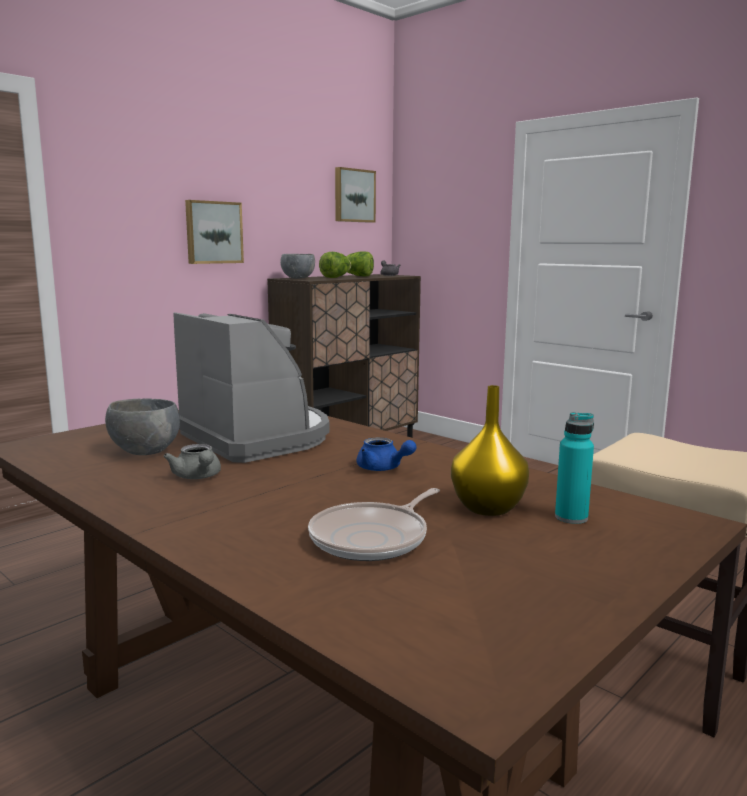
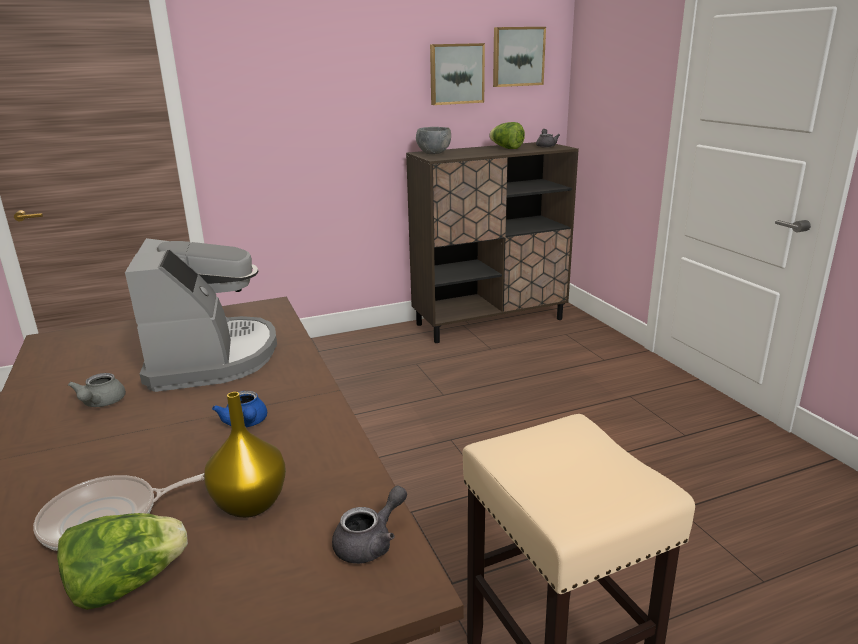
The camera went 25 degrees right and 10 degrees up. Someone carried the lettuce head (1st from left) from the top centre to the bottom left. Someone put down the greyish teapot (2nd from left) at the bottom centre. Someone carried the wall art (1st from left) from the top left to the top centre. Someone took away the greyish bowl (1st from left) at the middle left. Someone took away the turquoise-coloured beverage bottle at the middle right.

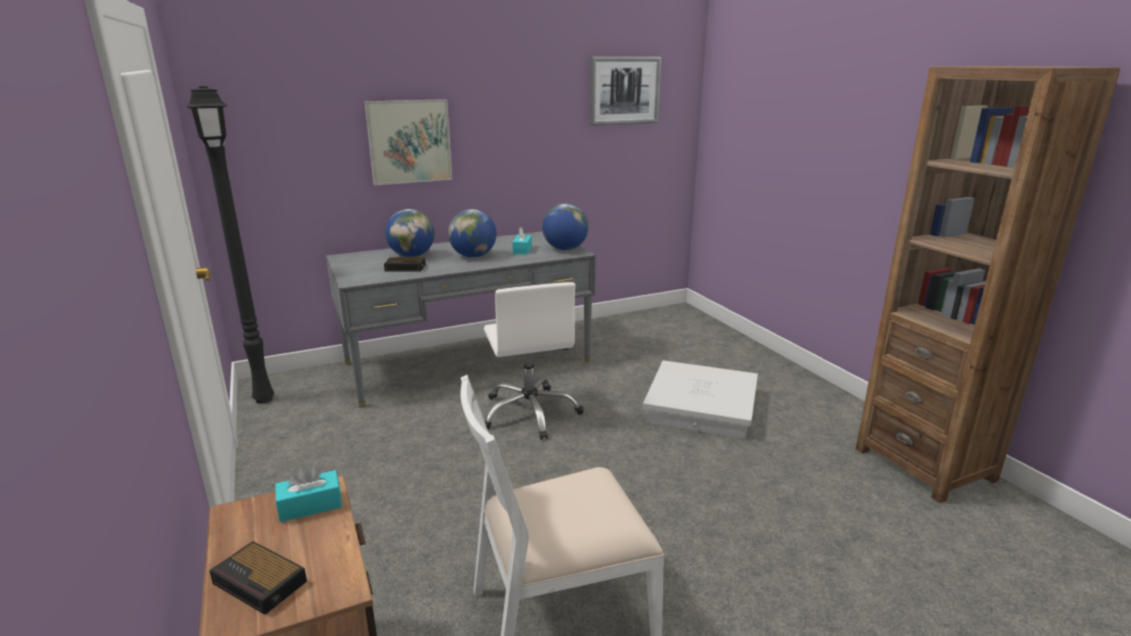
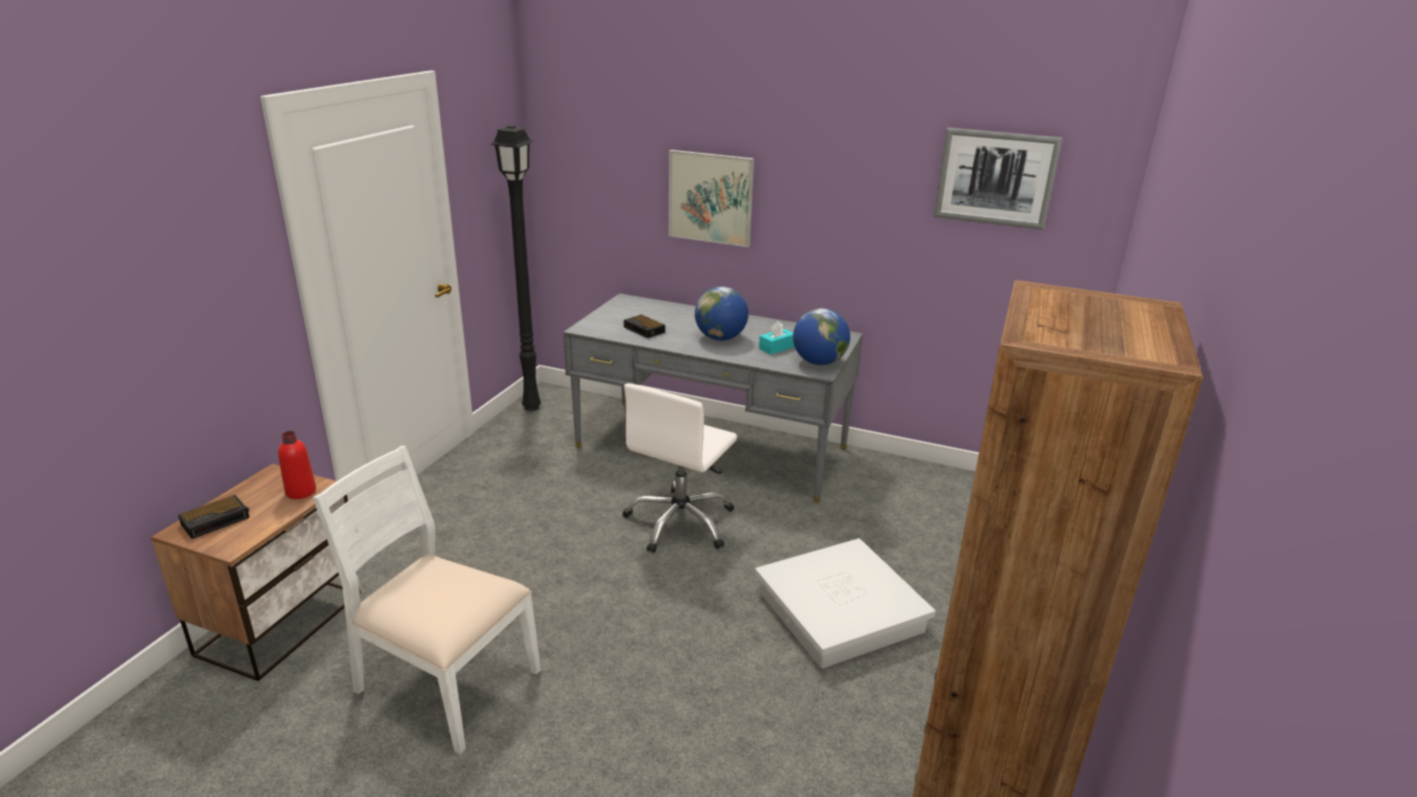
The camera went 45 degrees right and 5 degrees up. Someone rotated the alarm clock (1st from left) at the bottom left by 120 degrees counterclockwise. Someone swapped the turquoise-coloured tissue holder (1st from left) at the bottom left for the reddish beverage bottle at the middle left. Someone took away the world globe (1st from left) at the centre.

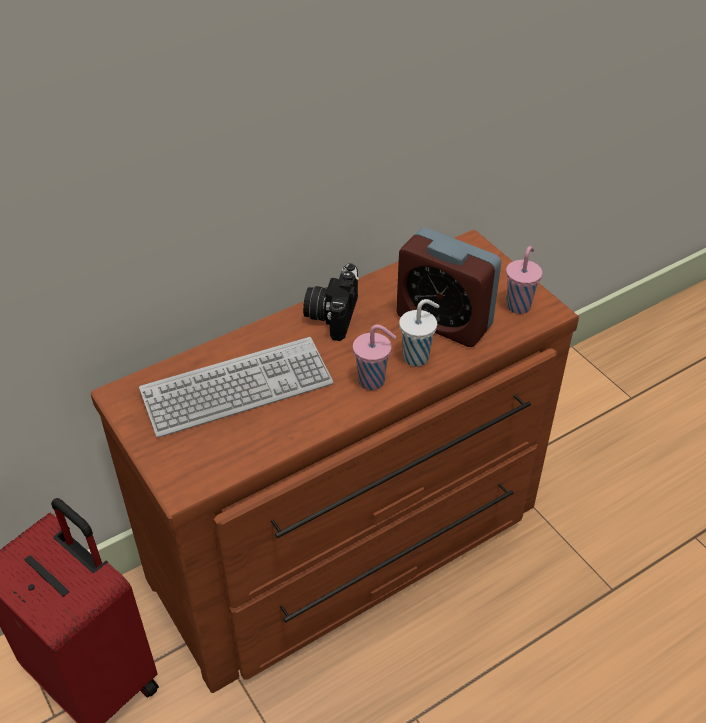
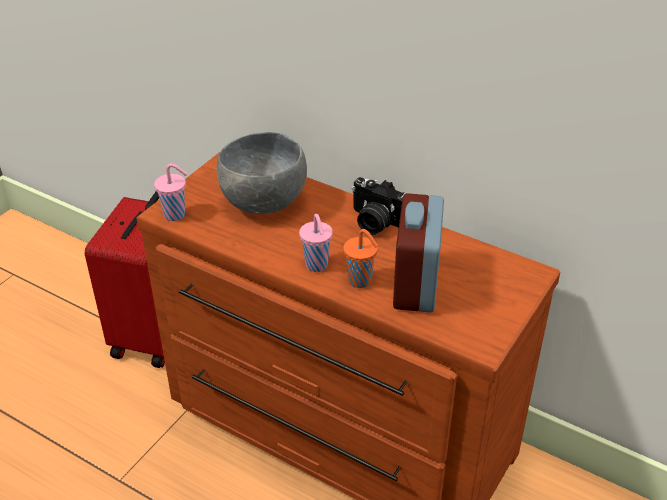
The camera went 65 degrees right and 5 degrees down. Someone carried the pink small cup (2nd from left in the first image) from the middle right to the middle left. Someone swapped the computer keyboard at the centre for the greyish bowl at the centre. Someone repainted the whitish small cup at the centre, which became the orange small cup at the centre. Someone rotated the still camera at the centre by 135 degrees counterclockwise.

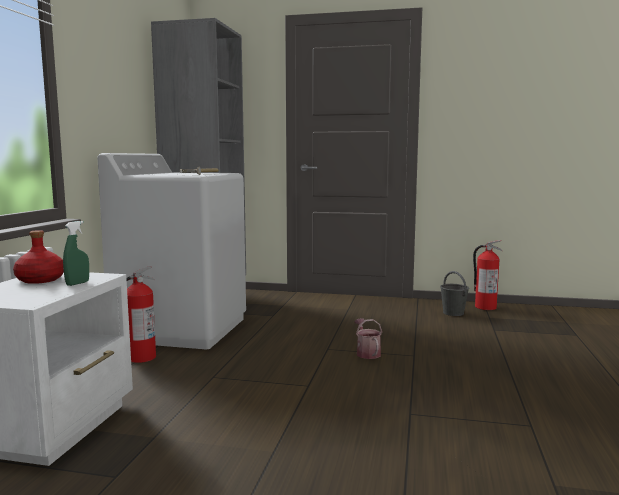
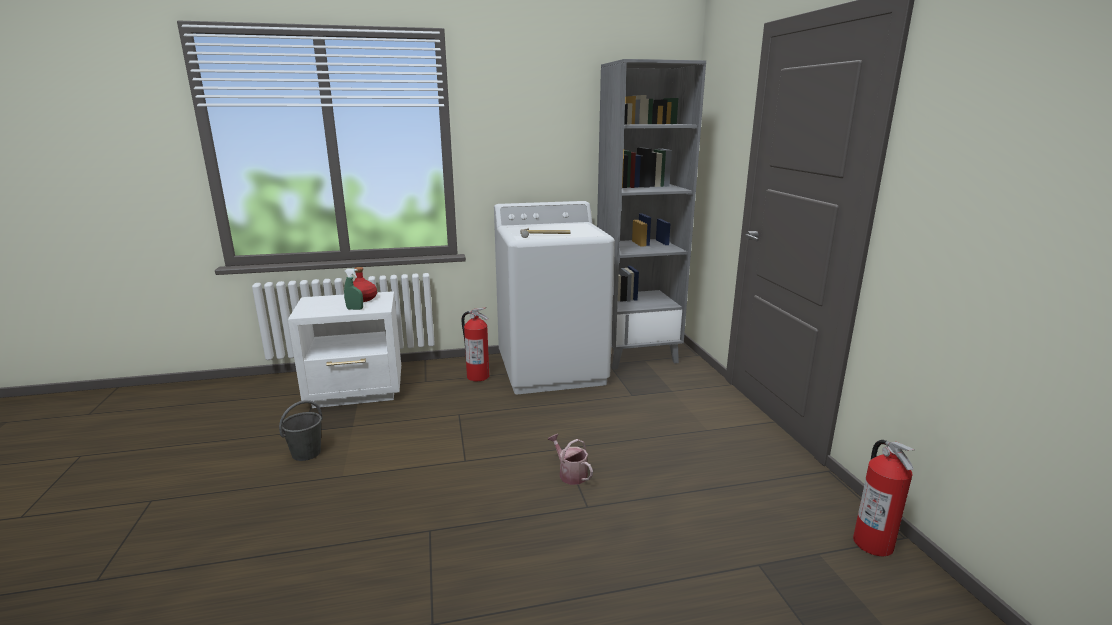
The camera went 65 degrees right and 10 degrees up. Someone carried the greyish water bucket from the middle right to the bottom left. Someone rotated the watering can at the bottom centre by 90 degrees counterclockwise.

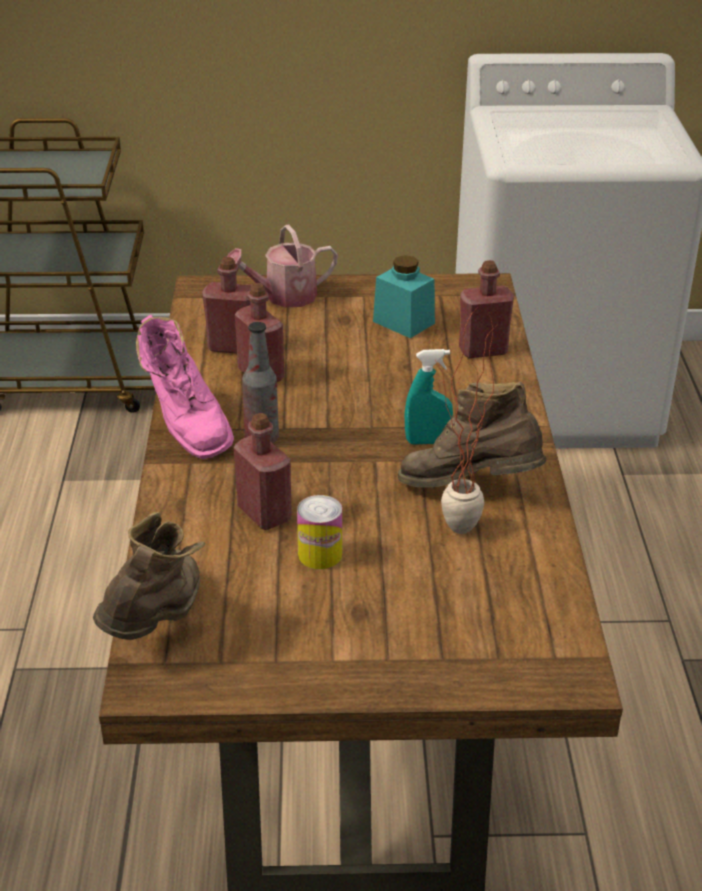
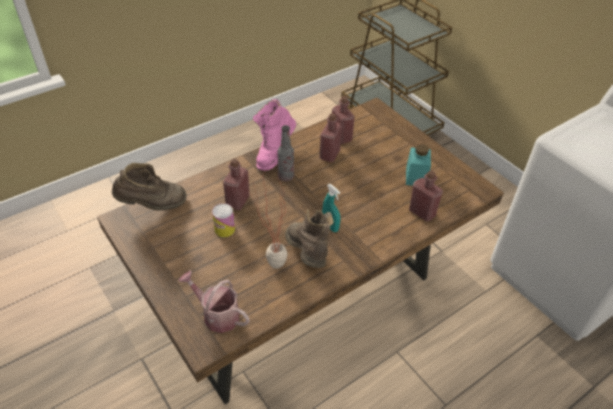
The camera went 55 degrees right and 10 degrees up. Someone carried the watering can from the top centre to the bottom centre.

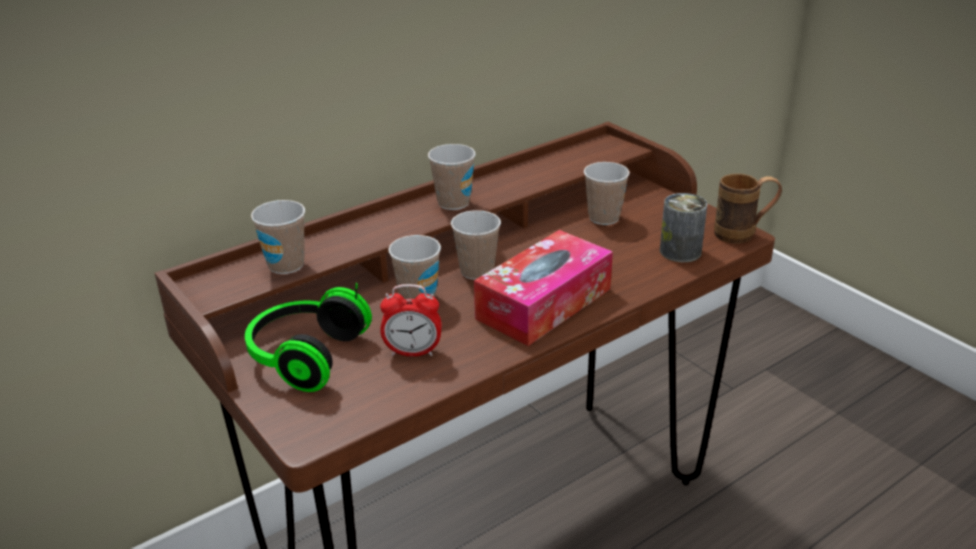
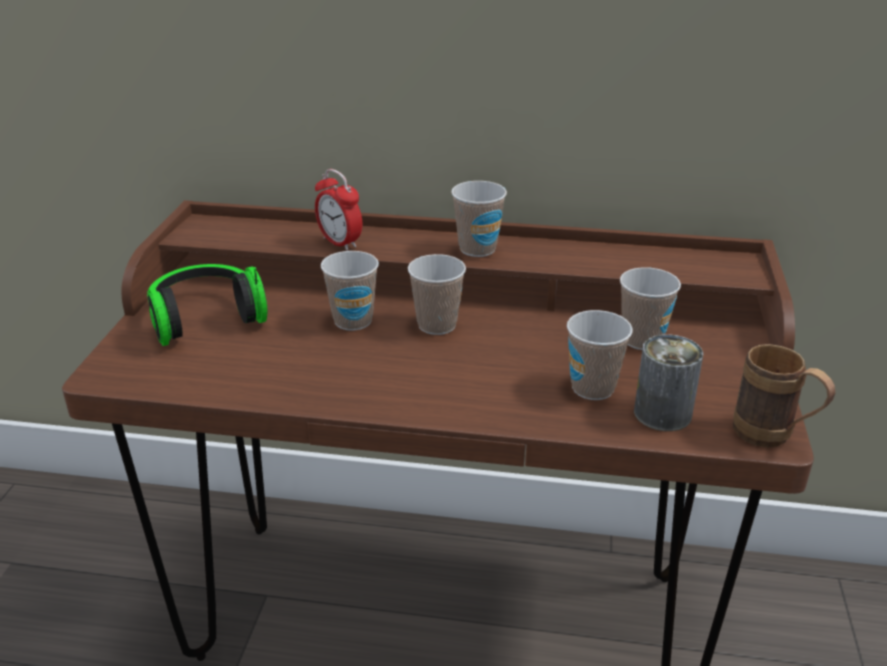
The camera went 45 degrees right and 0 degrees up. Someone carried the alarm clock from the centre to the top centre. Someone carried the small cup (1st from left in the first image) from the middle left to the middle right. Someone took away the tissue holder at the centre.

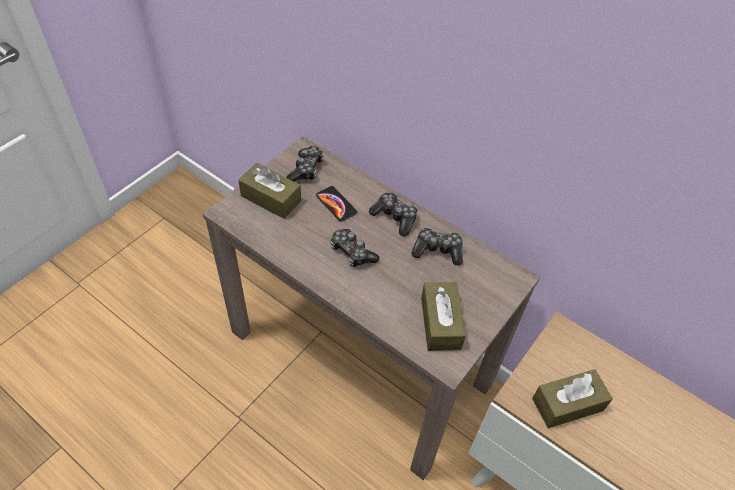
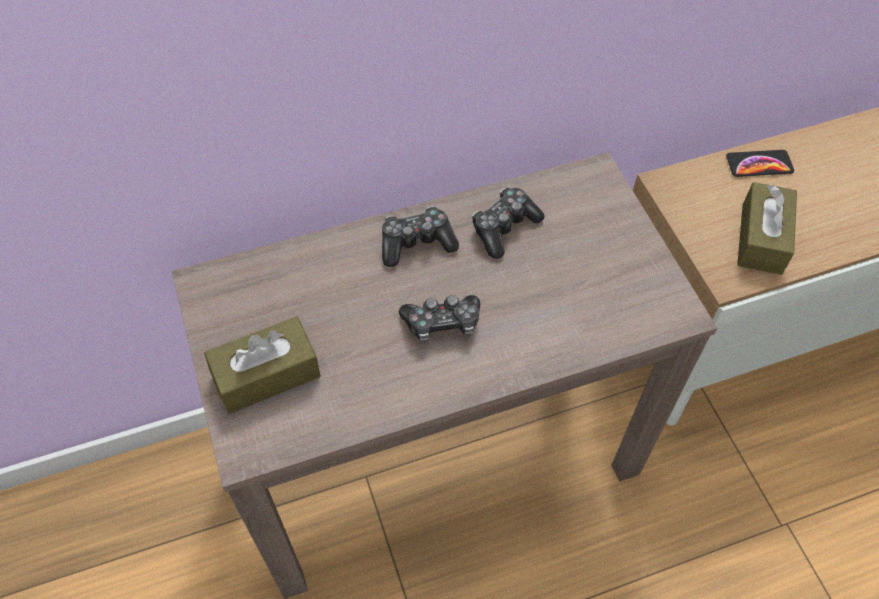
The camera went 55 degrees left and 5 degrees up. Someone carried the handset from the centre to the top right. Someone took away the joypad (1st from left) at the centre. Someone took away the brownish tissue holder (2nd from left) at the centre.

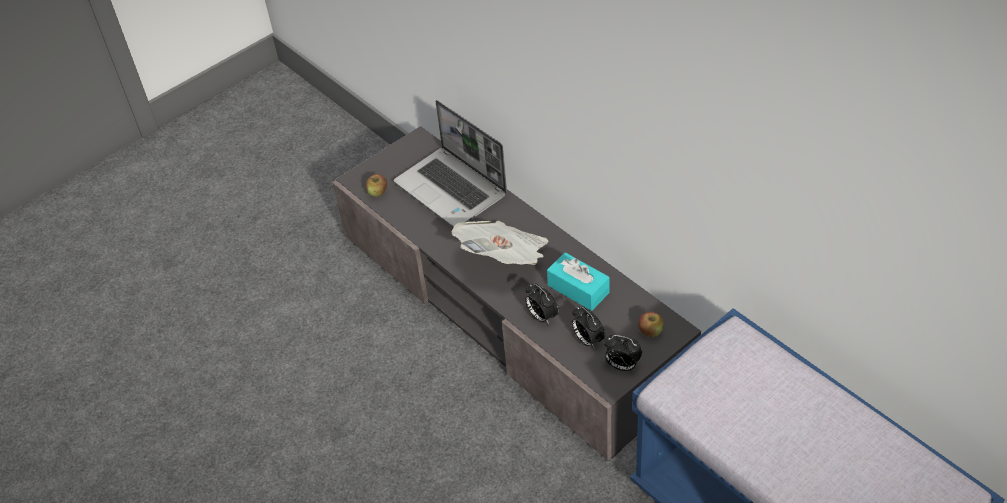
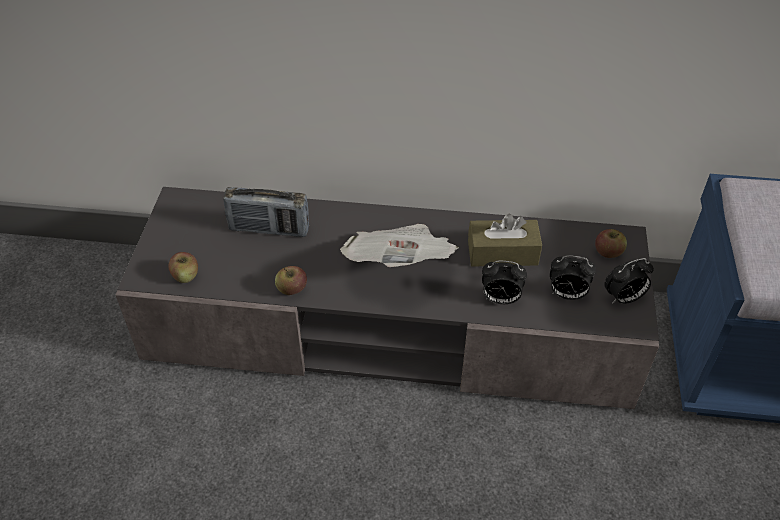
The camera went 45 degrees left and 0 degrees up. Someone swapped the notebook computer at the top centre for the radio at the centre. Someone put down the apple (2nd from left) at the centre. Someone repainted the turquoise-coloured tissue holder at the centre, which became the brownish tissue holder at the centre.

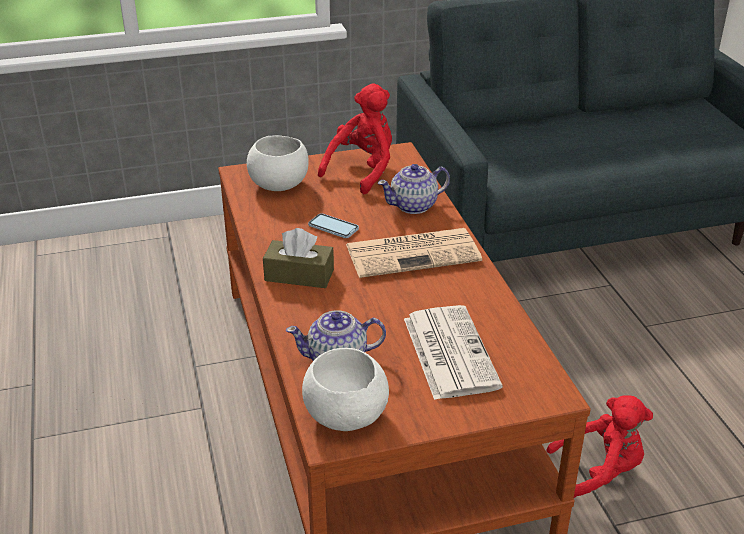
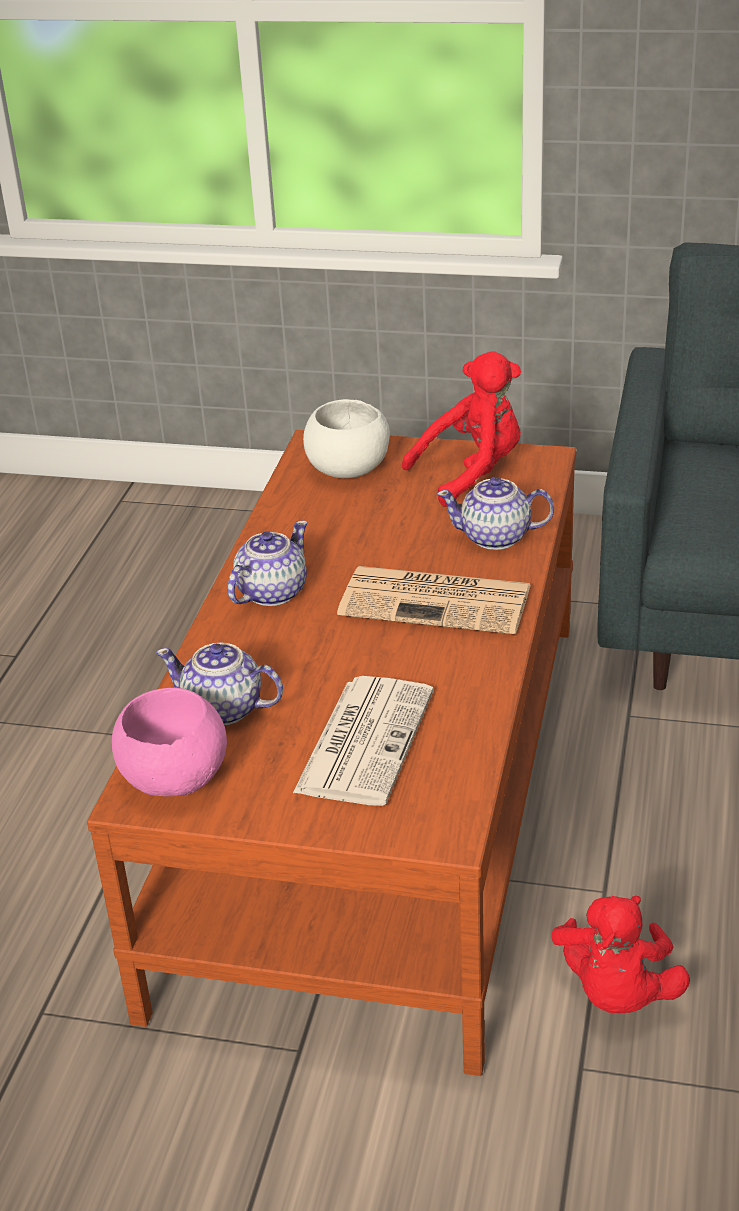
The camera went 30 degrees right and 0 degrees up. Someone repainted the whitish bowl (2nd from left) at the bottom centre, which became the pink bowl at the middle left. Someone swapped the brownish tissue holder at the centre for the teapot (2nd from left) at the centre. Someone rotated the reddish soft toy (2nd from left) at the bottom right by 75 degrees clockwise. Someone took away the handset at the centre.

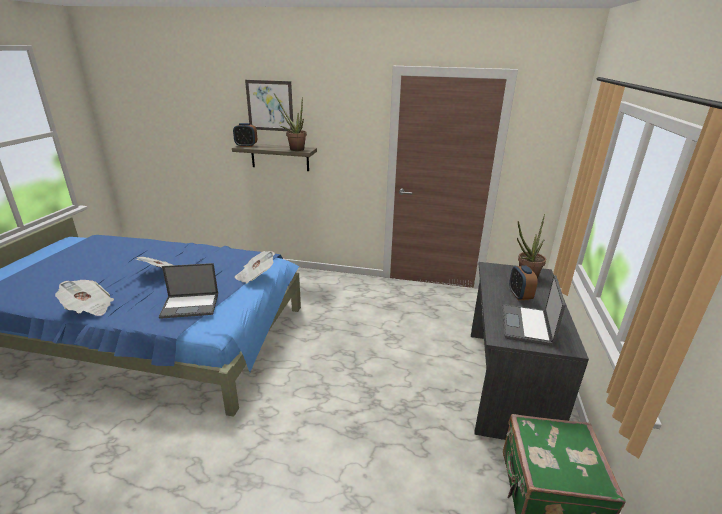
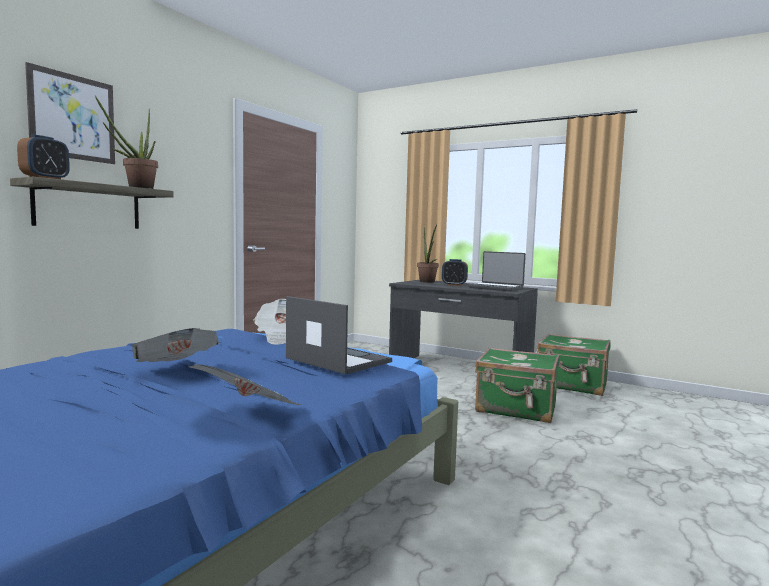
The camera went 70 degrees left and 20 degrees down. Someone rotated the notebook computer (1st from left) at the middle left by 60 degrees counterclockwise. Someone put down the greenish travel case (1st from left) at the middle right.

